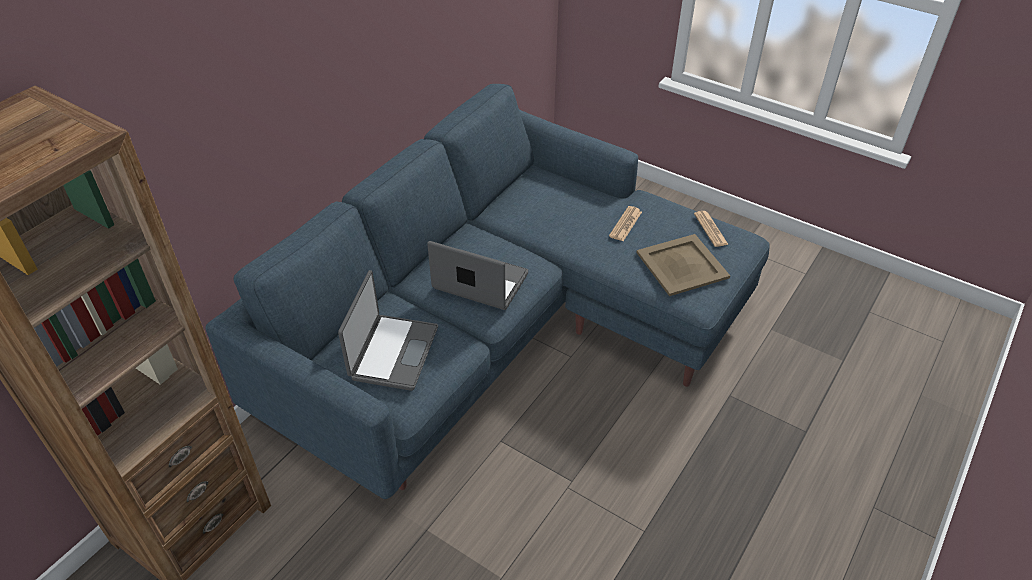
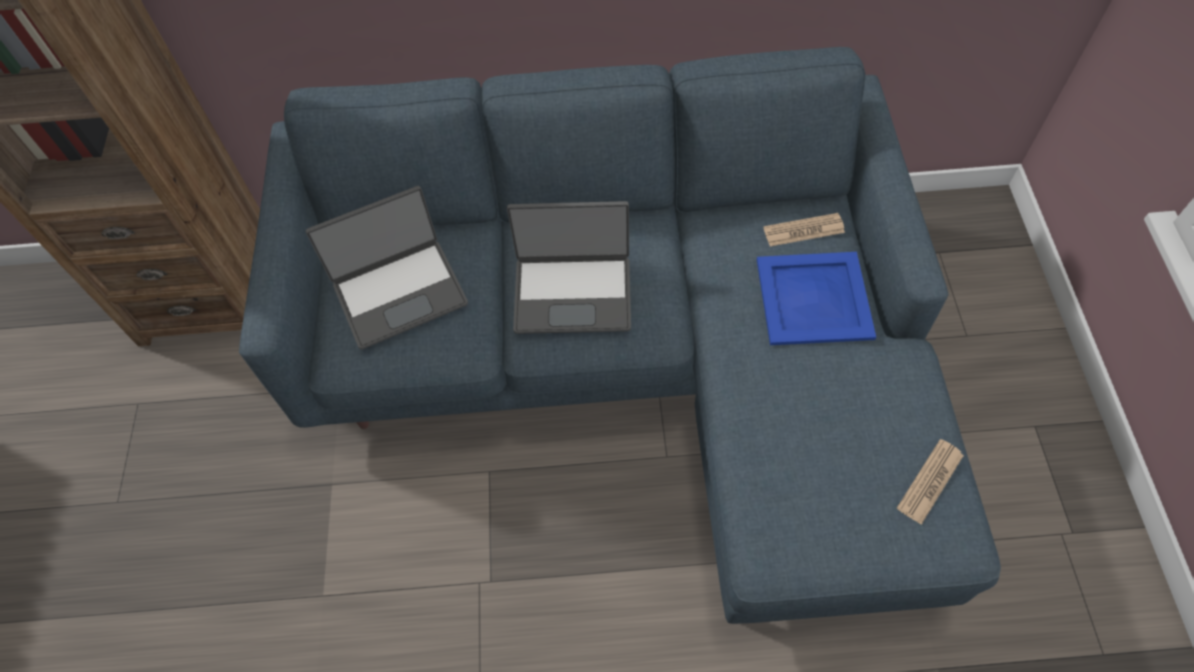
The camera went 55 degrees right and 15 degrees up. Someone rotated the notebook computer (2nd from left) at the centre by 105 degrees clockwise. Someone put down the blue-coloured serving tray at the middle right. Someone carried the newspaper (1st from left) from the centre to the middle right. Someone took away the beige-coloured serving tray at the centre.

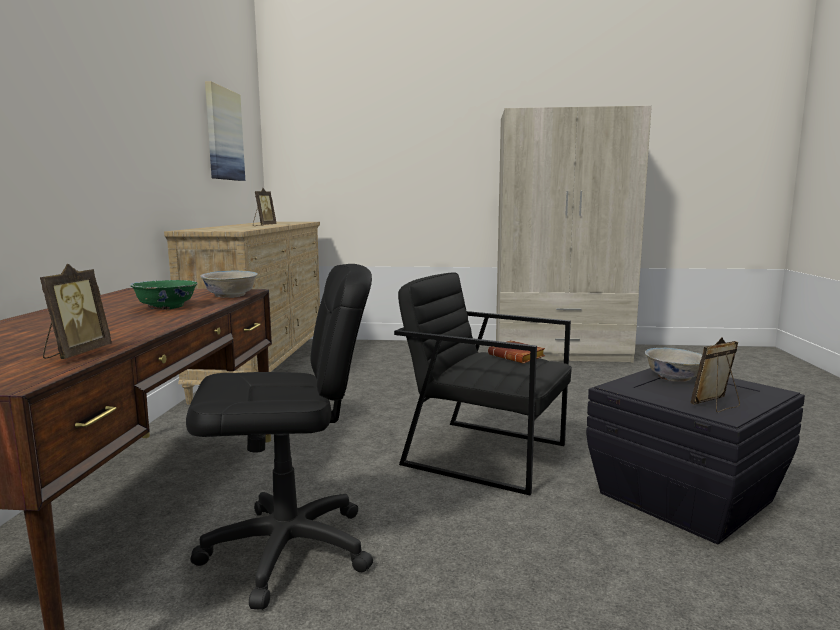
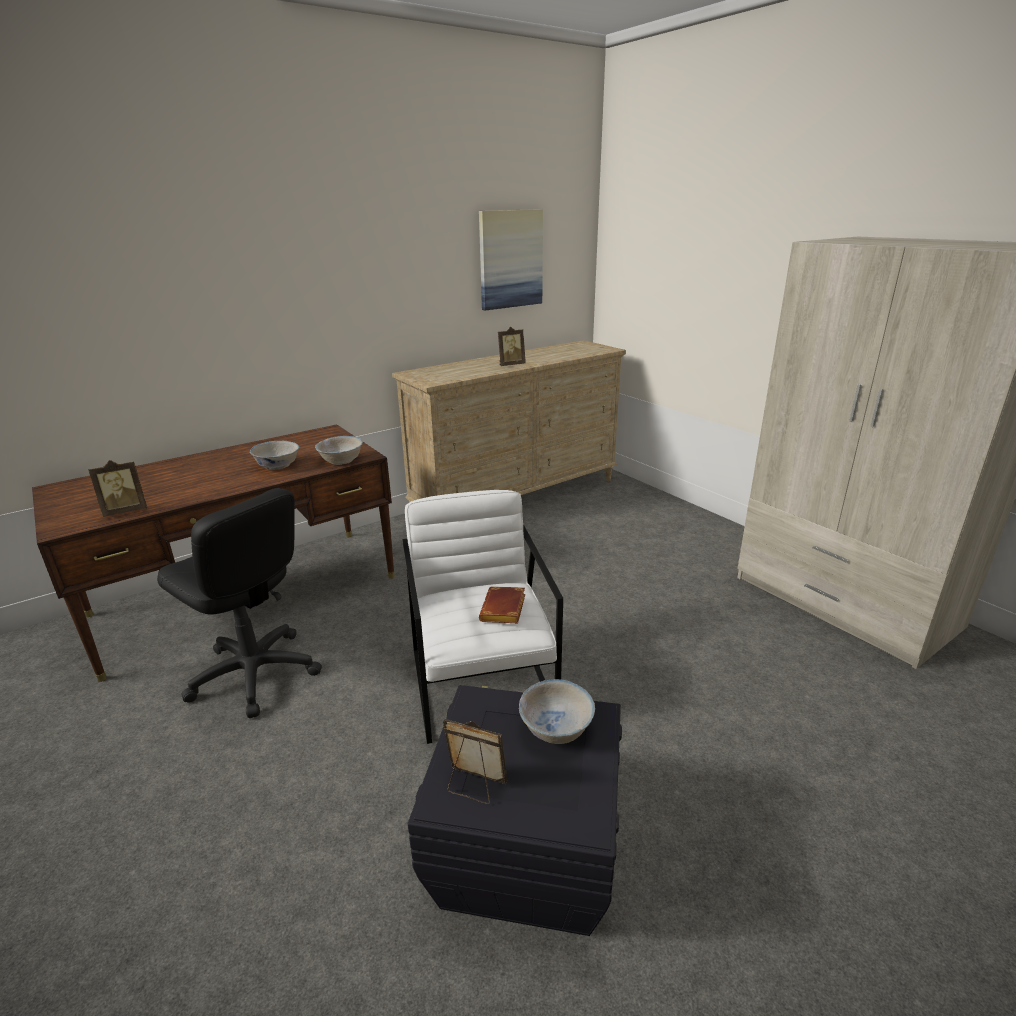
The camera went 50 degrees right and 15 degrees up. Someone repainted the greenish bowl at the middle left, which became the whitish bowl (1st from left) at the middle left. Someone repainted the black armchair at the centre, which became the whitish armchair at the centre.

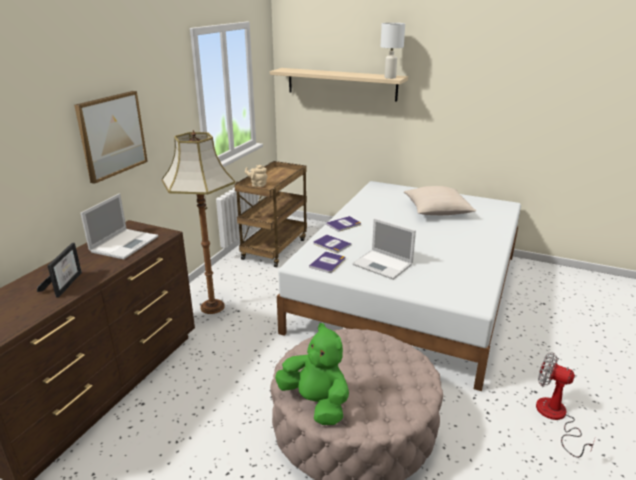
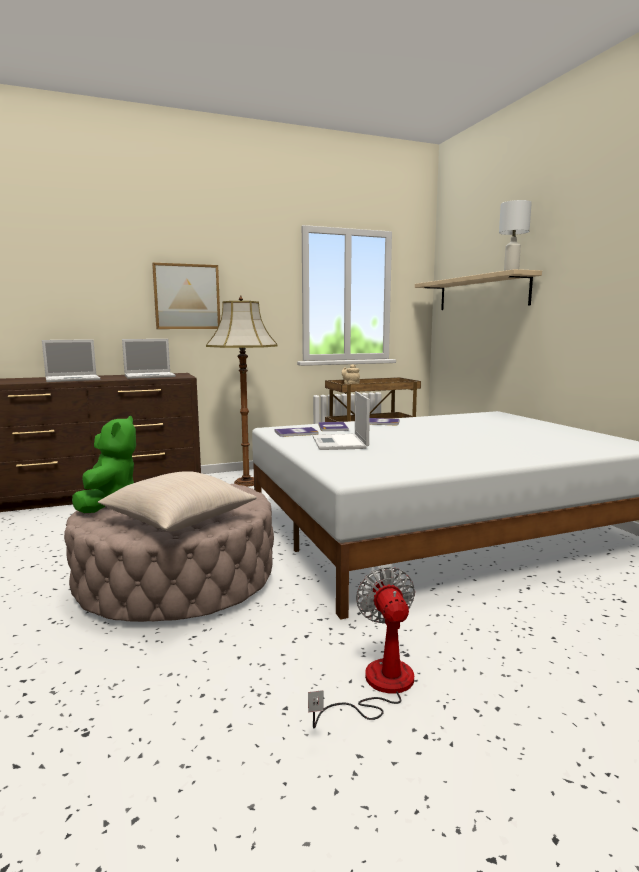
The camera went 45 degrees right and 15 degrees down. Someone swapped the photo frame at the middle left for the notebook computer (1st from left) at the middle left. Someone carried the beige-coloured pillow from the middle right to the middle left.

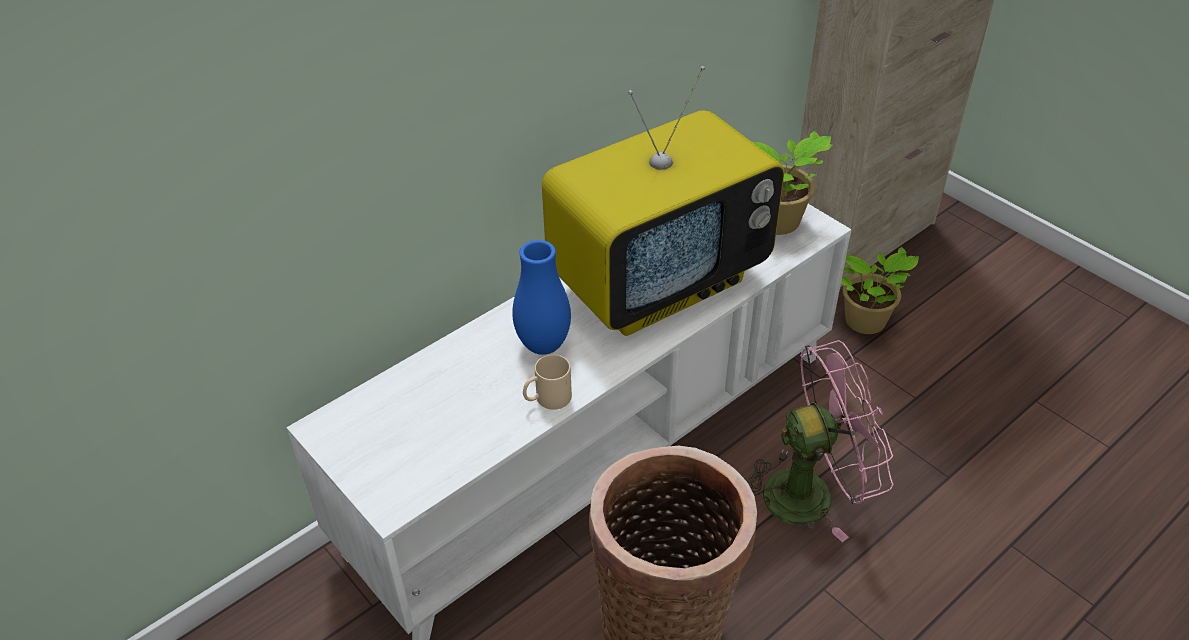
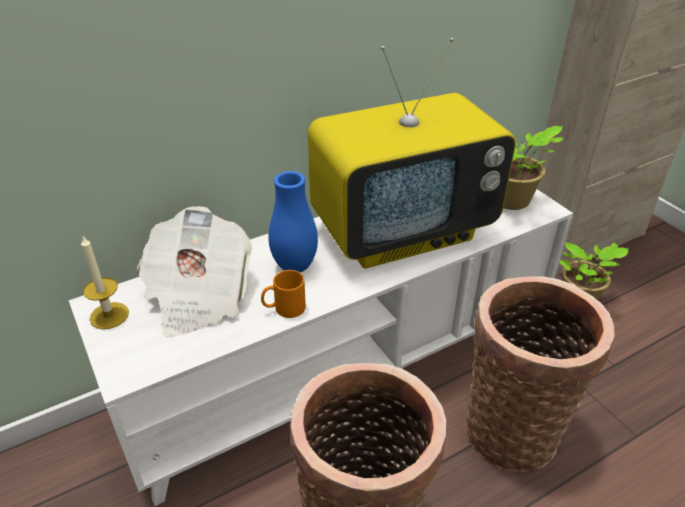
The camera went 10 degrees right and 5 degrees down. Someone put down the candle at the middle left. Someone put down the newspaper at the middle left. Someone repainted the beige-coloured tea mug at the centre, which became the orange tea mug at the centre. Someone swapped the pink cooling fan at the bottom right for the storage basket (2nd from left) at the bottom right.

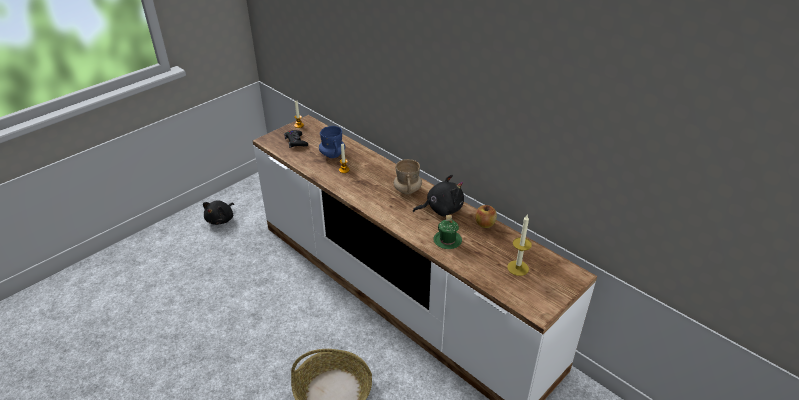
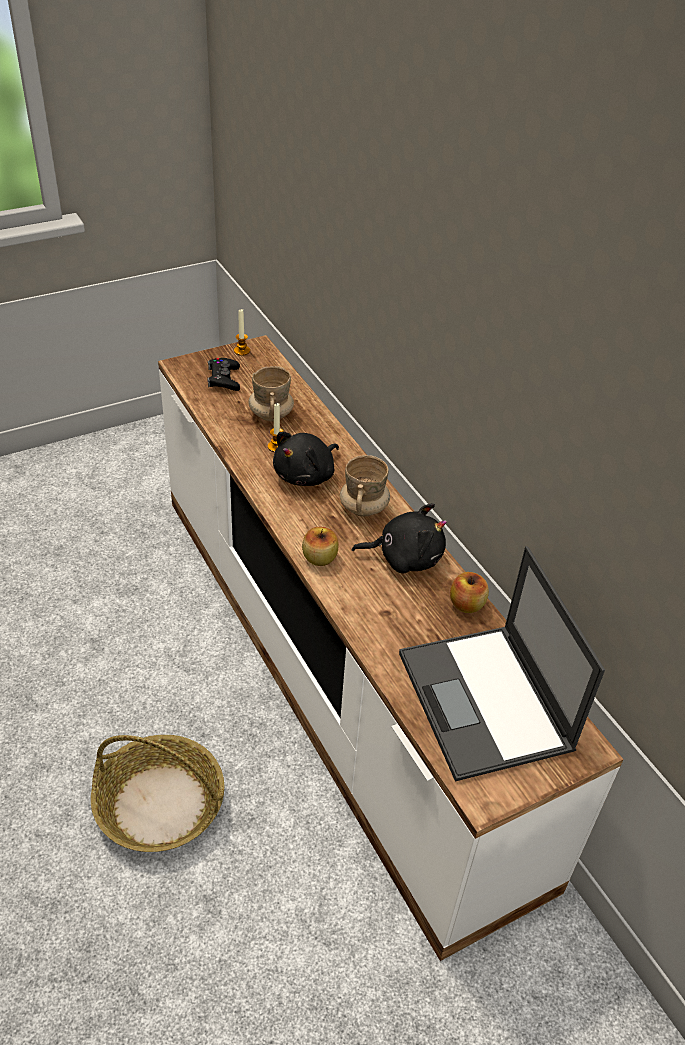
The camera went 15 degrees right and 5 degrees up. Someone repainted the blue-coloured tea mug at the centre, which became the beige-coloured tea mug (1st from left) at the centre. Someone carried the black soft toy (1st from left) from the middle left to the centre. Someone put down the apple (1st from left) at the centre. Someone swapped the candle (3rd from left) at the centre for the notebook computer at the middle right. Someone took away the greenish tea mug at the centre.

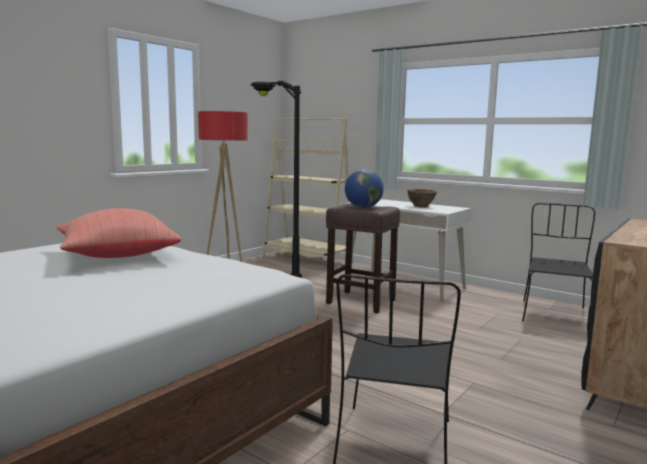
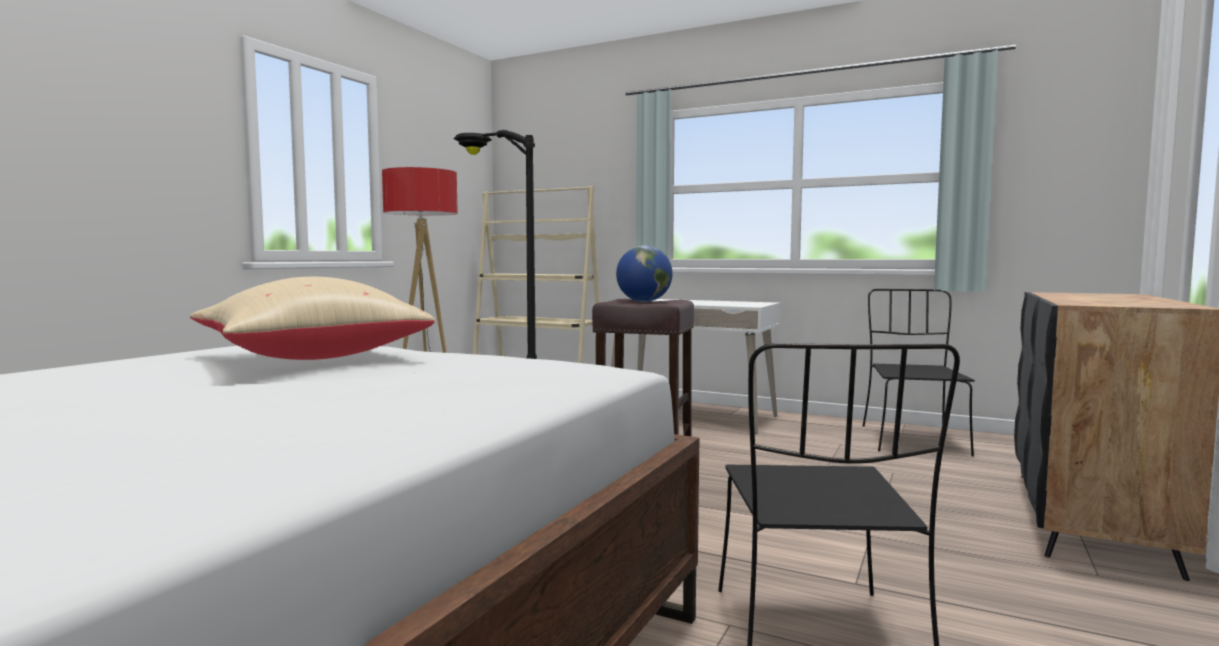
The camera went 10 degrees left and 5 degrees down. Someone repainted the reddish pillow at the middle left, which became the beige-coloured pillow at the middle left. Someone took away the brownish bowl at the centre.

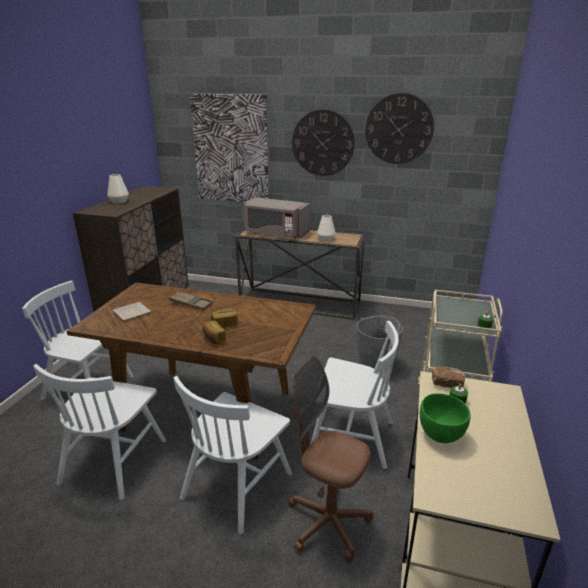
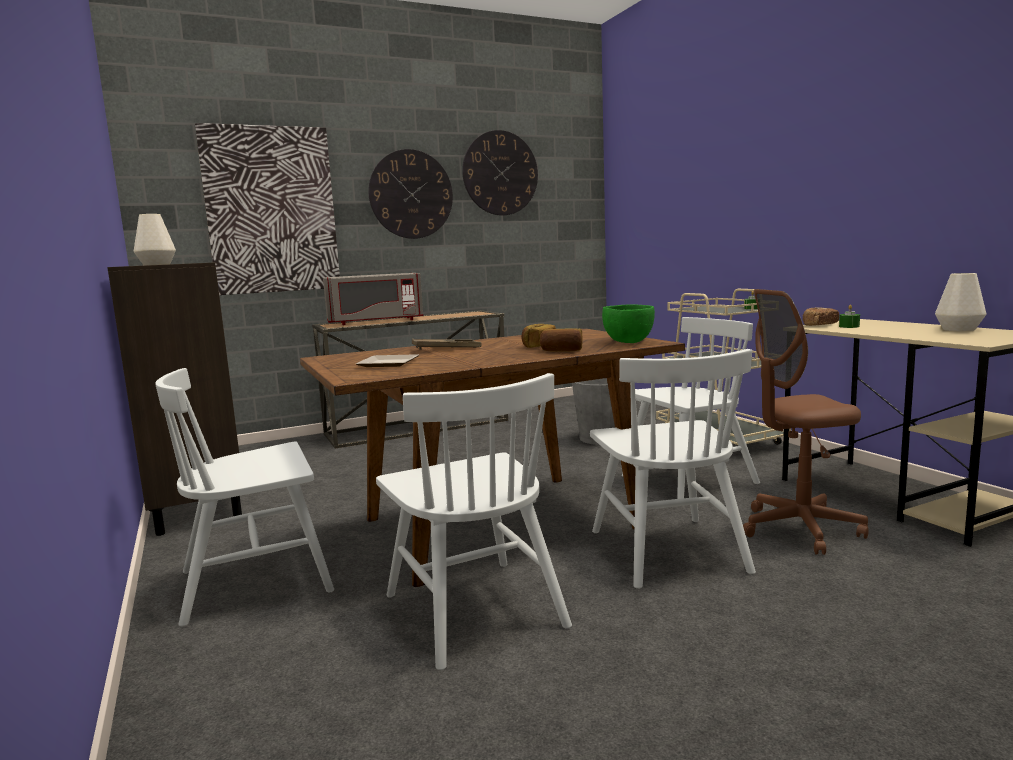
The camera went 40 degrees left and 15 degrees down. Someone carried the greenish bowl from the bottom right to the centre. Someone carried the whitish decorative vase (2nd from left) from the centre to the middle right.

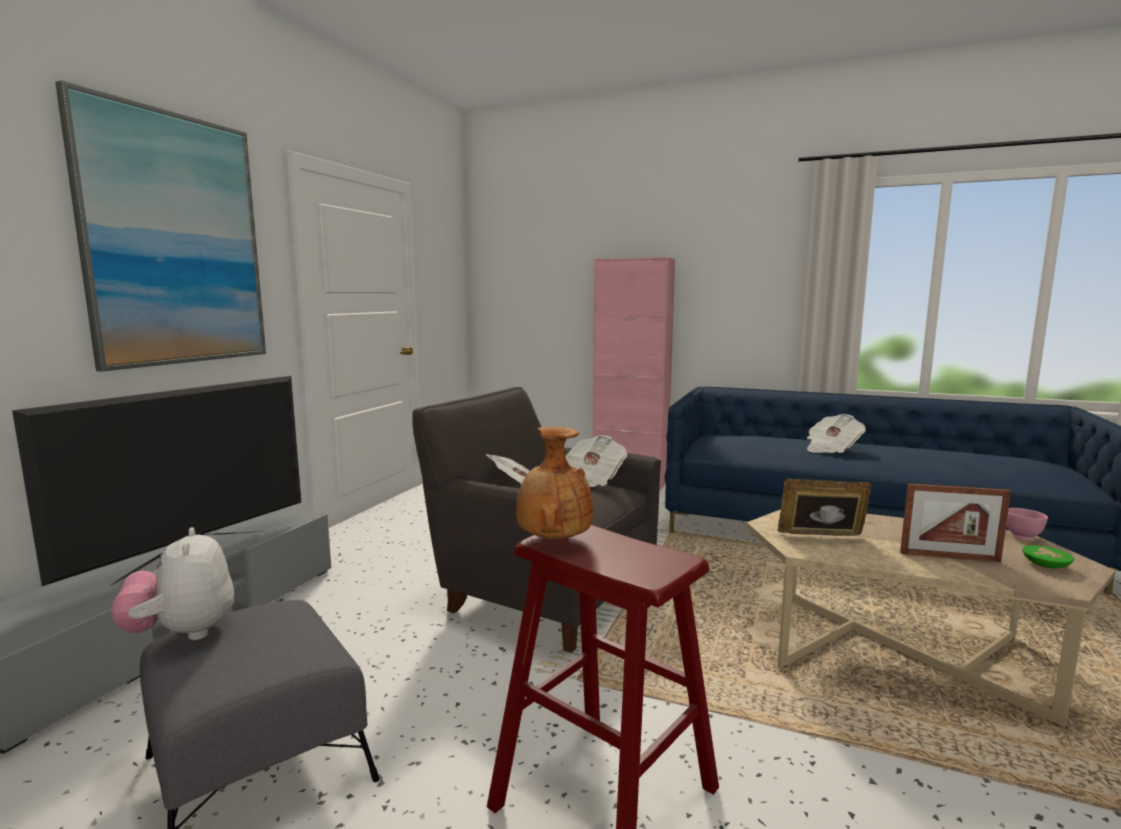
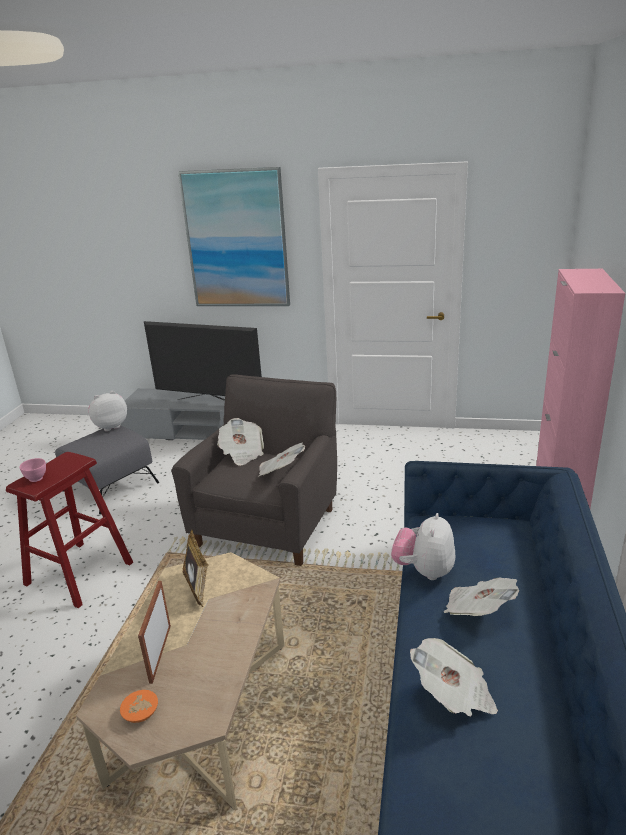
The camera went 80 degrees right and 15 degrees up. Someone carried the pink bowl from the middle right to the middle left. Someone repainted the greenish bowl at the bottom right, which became the orange bowl at the bottom left. Someone put down the soft toy (2nd from left) at the middle right. Someone put down the newspaper (3rd from left) at the bottom right. Someone took away the brownish decorative vase at the centre.

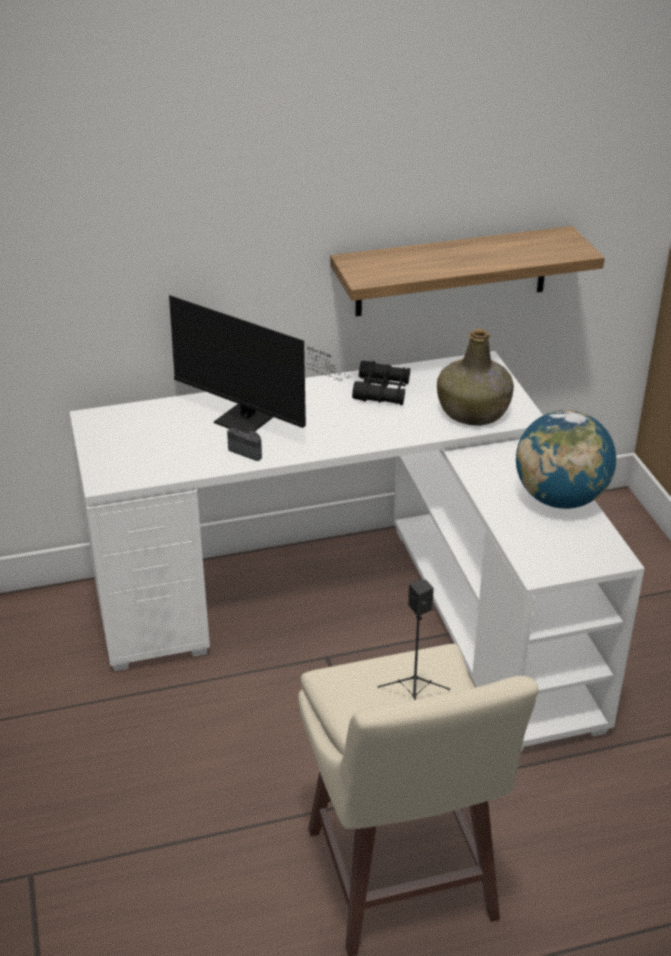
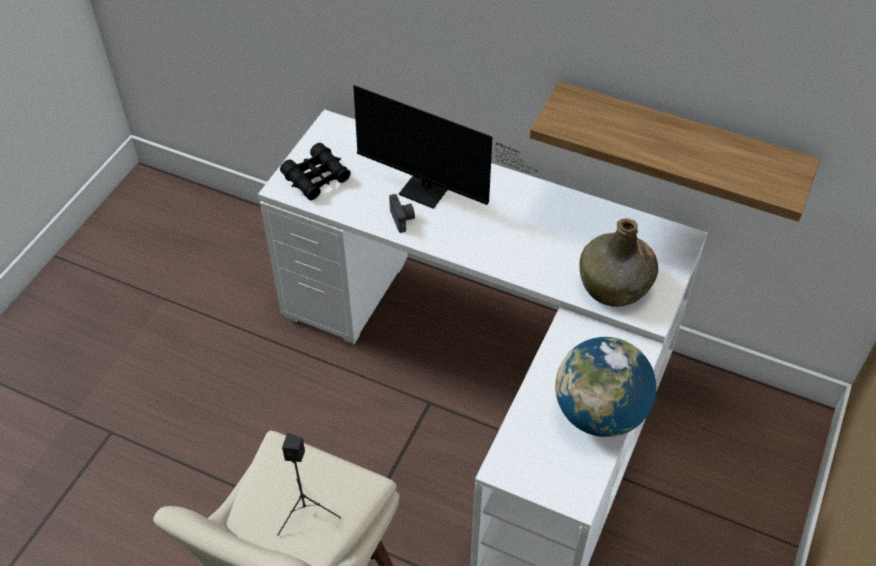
The camera went 40 degrees right and 15 degrees up. Someone carried the black field glasses from the centre to the top centre. Someone rotated the monitor at the centre by 45 degrees counterclockwise.

